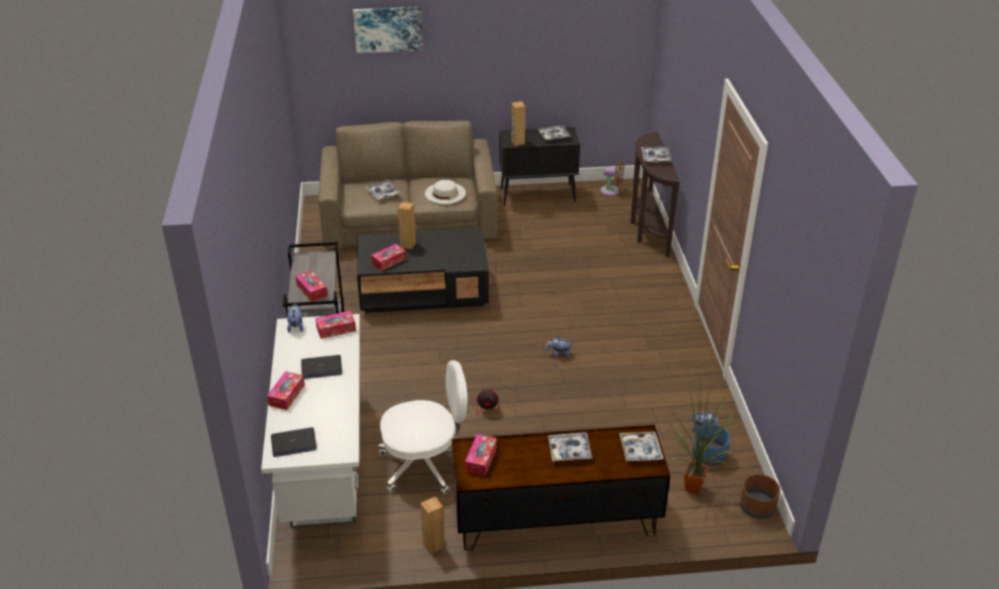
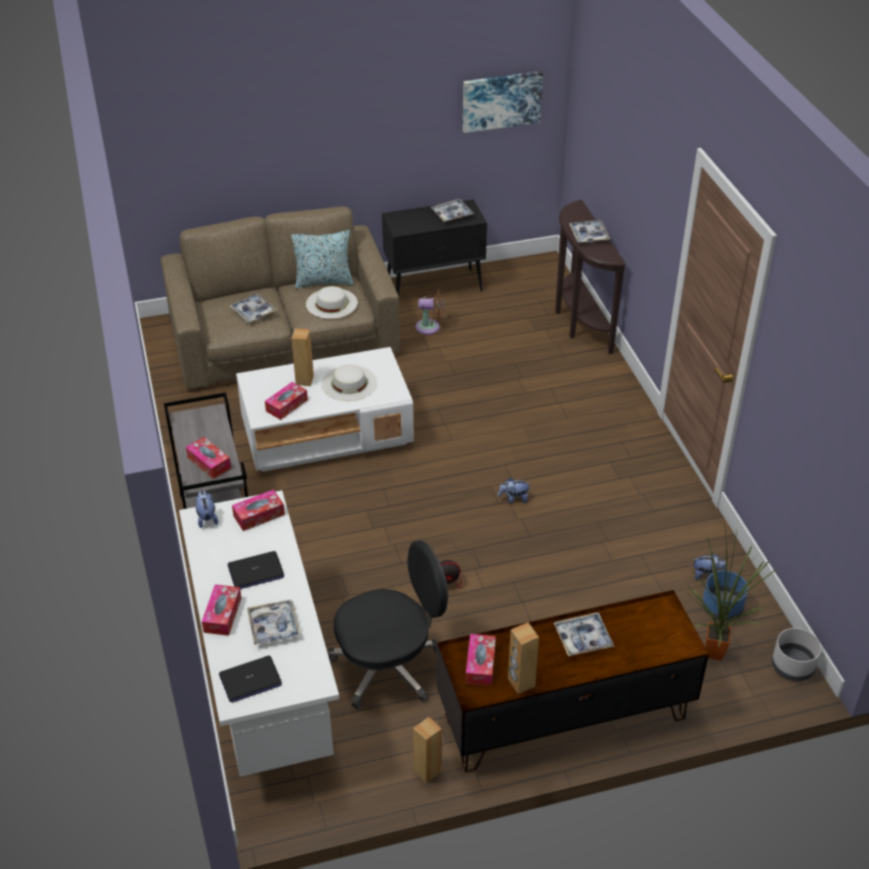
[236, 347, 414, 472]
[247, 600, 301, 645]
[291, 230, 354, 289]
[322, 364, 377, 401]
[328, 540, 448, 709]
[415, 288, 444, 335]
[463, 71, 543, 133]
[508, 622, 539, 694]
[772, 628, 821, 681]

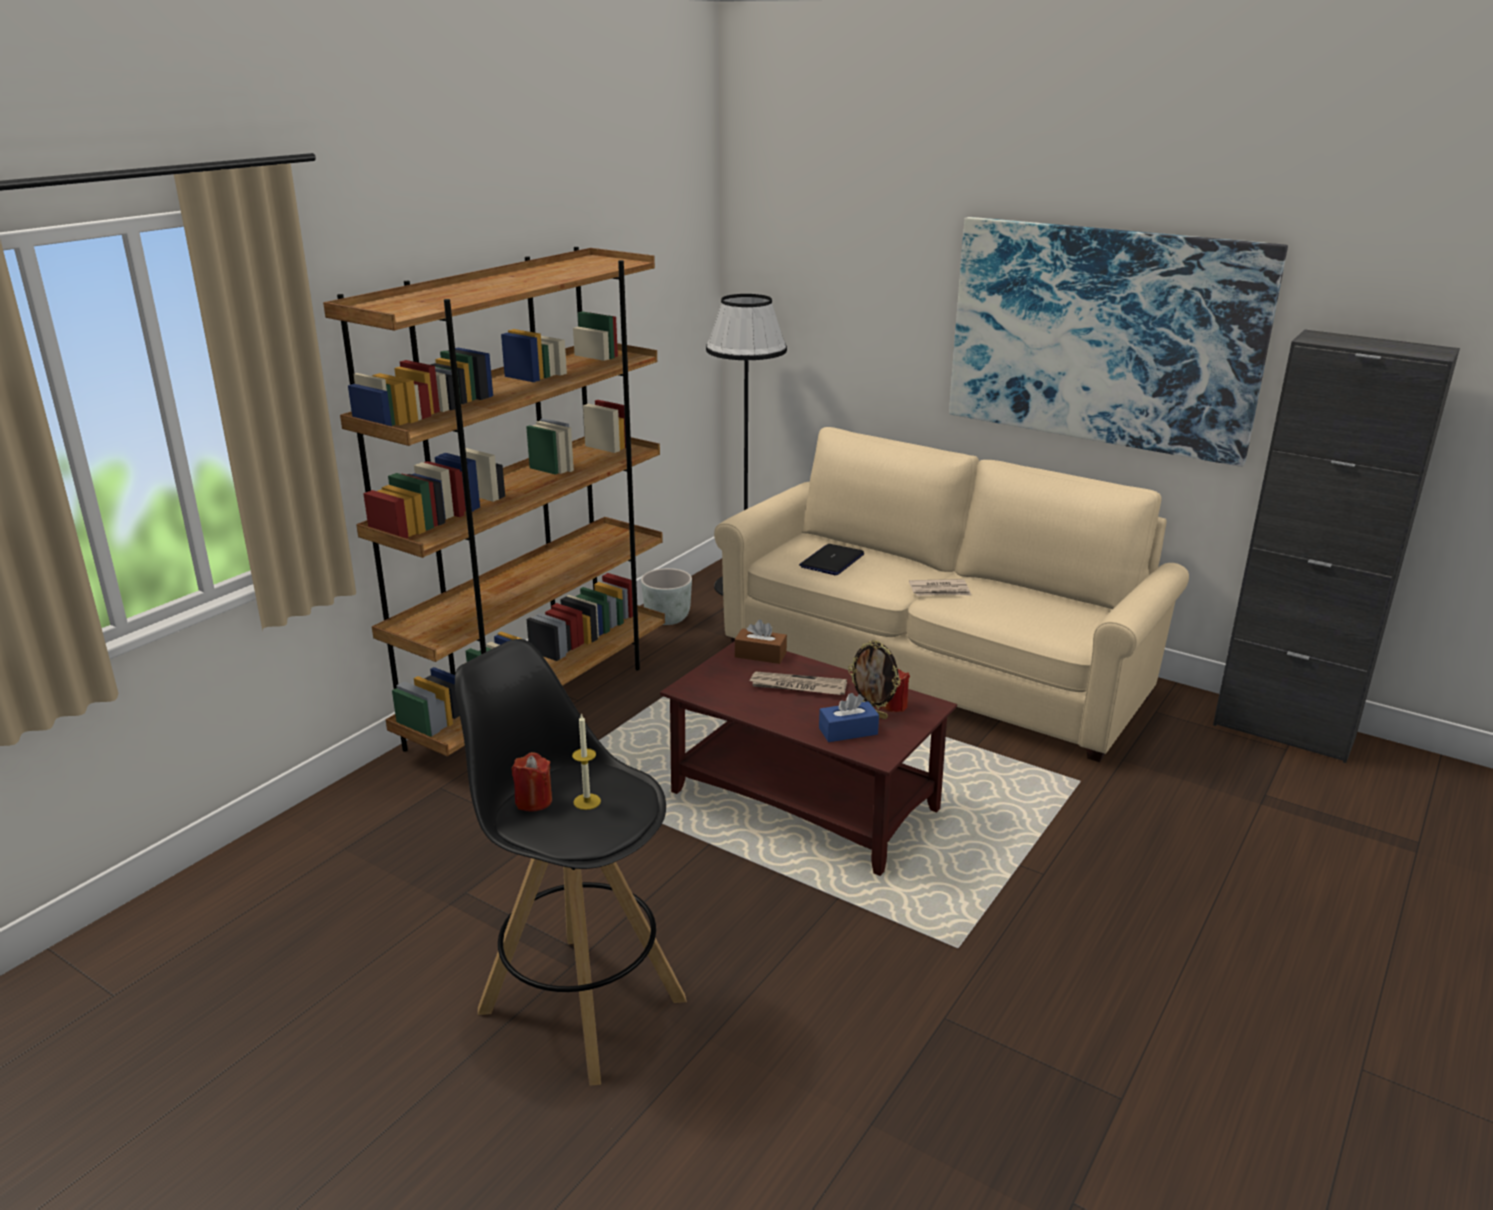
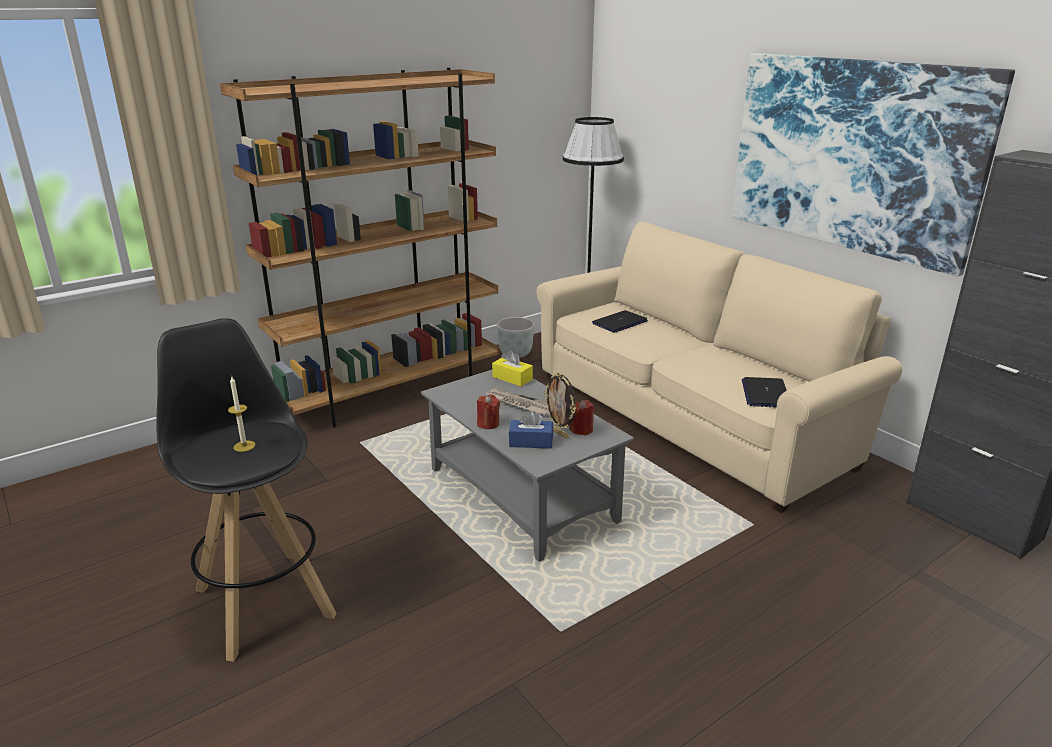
[421, 370, 634, 562]
[477, 394, 500, 429]
[492, 350, 533, 386]
[742, 377, 787, 408]
[909, 579, 971, 596] (first image)

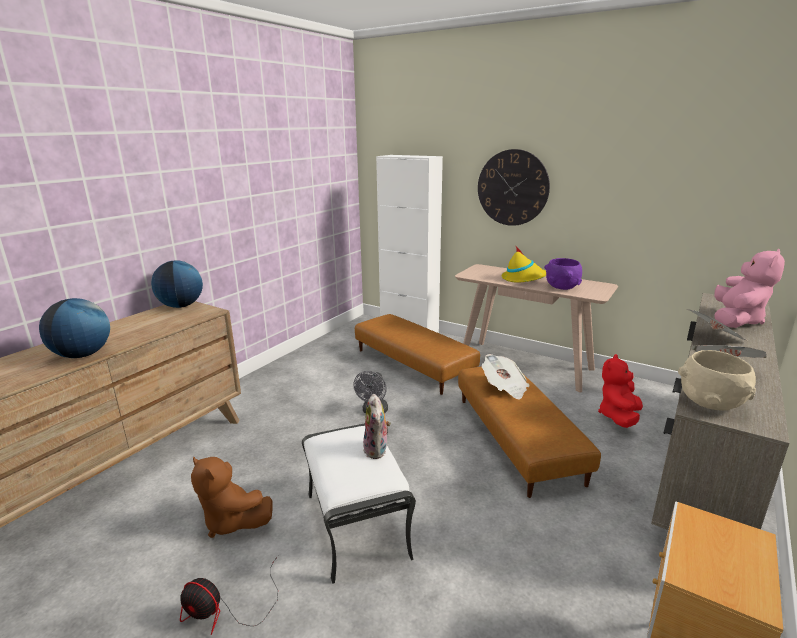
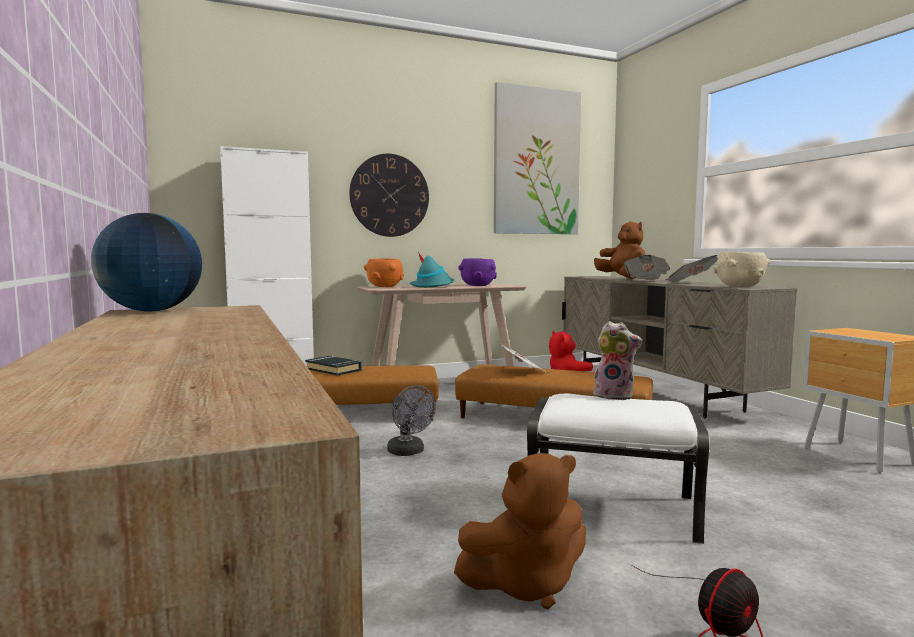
[305, 356, 362, 376]
[364, 259, 404, 287]
[410, 252, 455, 288]
[494, 82, 581, 234]
[594, 221, 645, 279]
[39, 298, 110, 358] (first image)

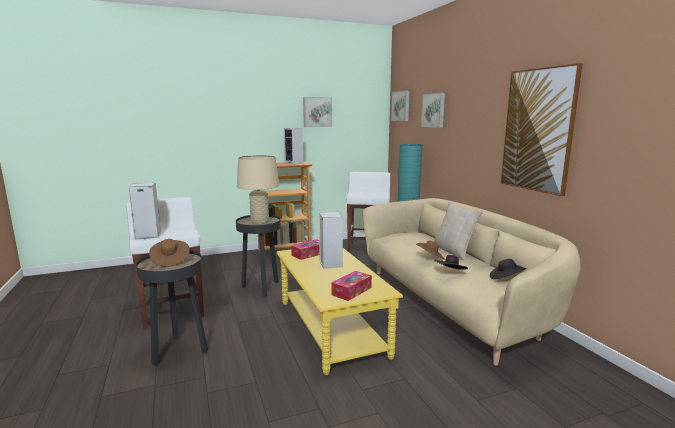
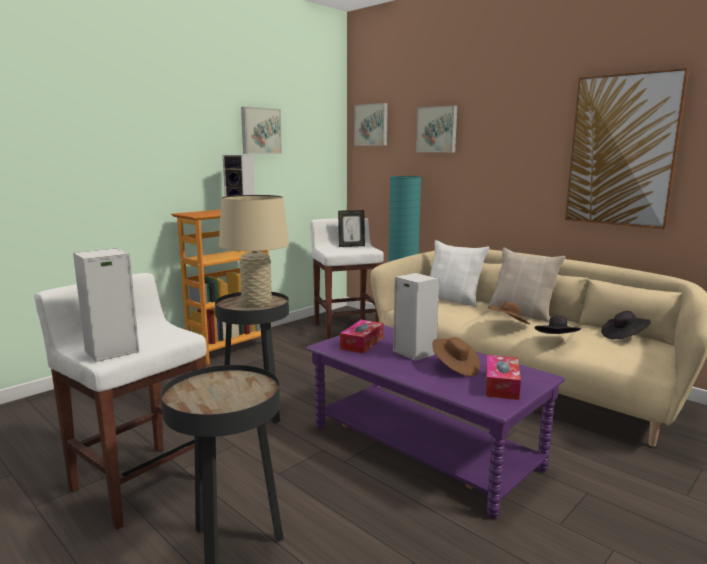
[306, 325, 565, 519]
[338, 210, 365, 247]
[430, 240, 490, 307]
[433, 337, 480, 376]

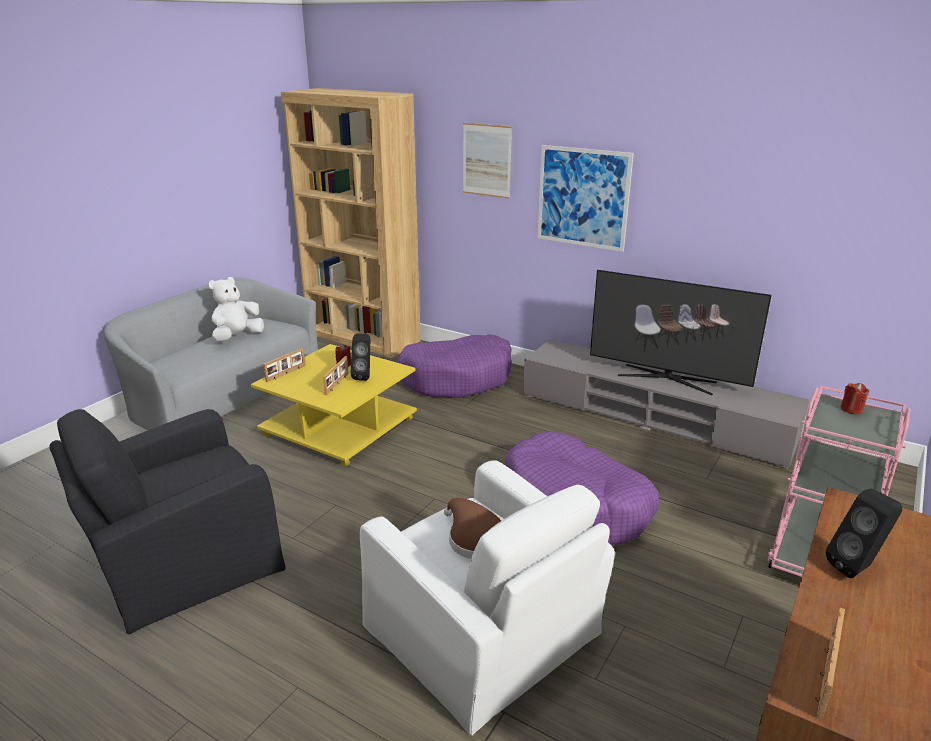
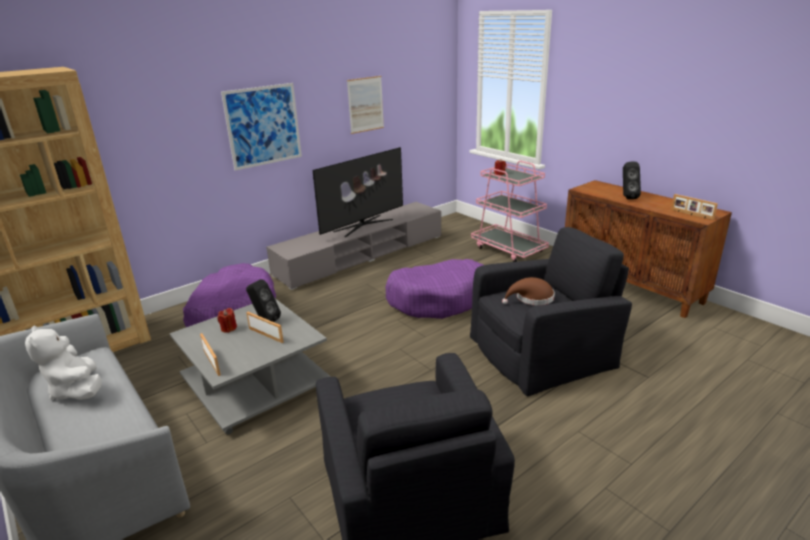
[170, 299, 331, 435]
[347, 76, 384, 134]
[470, 227, 632, 396]

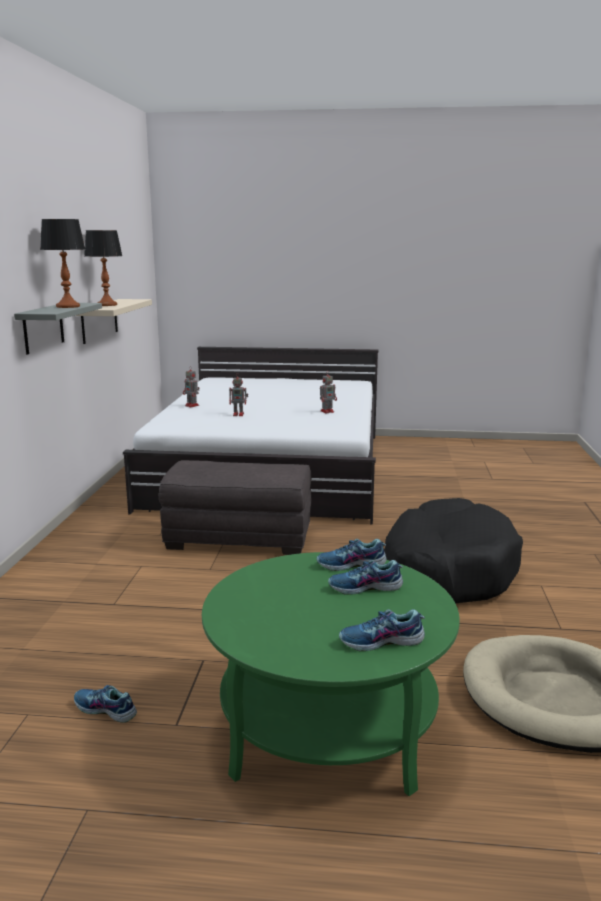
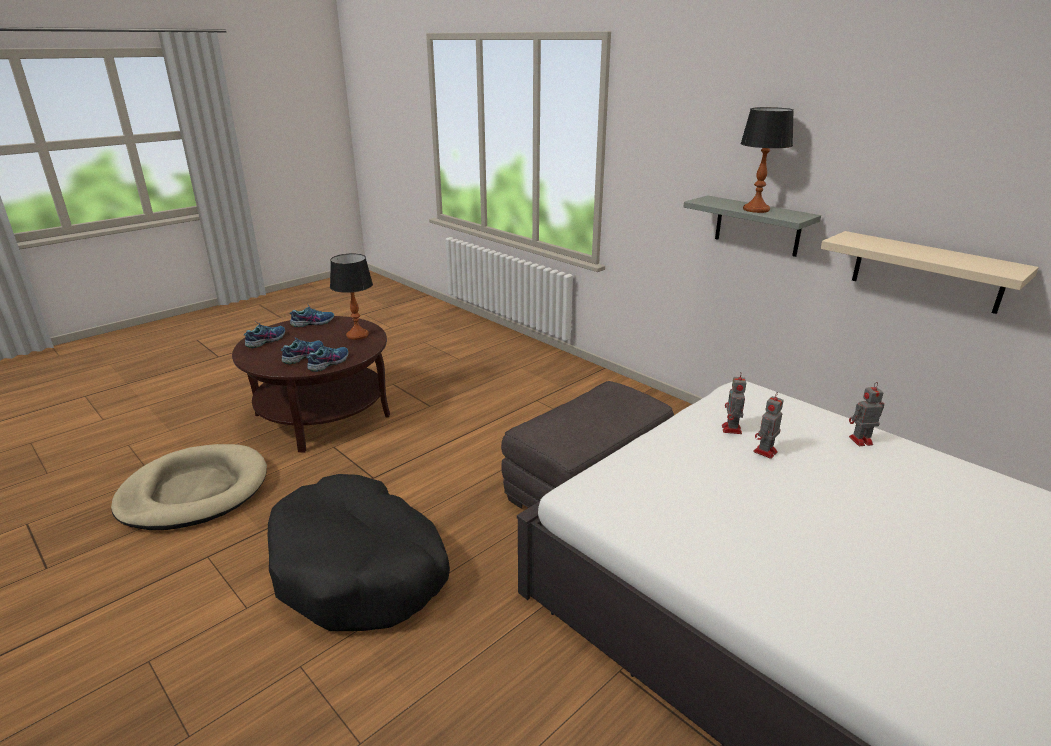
[232, 316, 390, 452]
[289, 305, 334, 327]
[330, 254, 373, 340]
[722, 373, 746, 434]

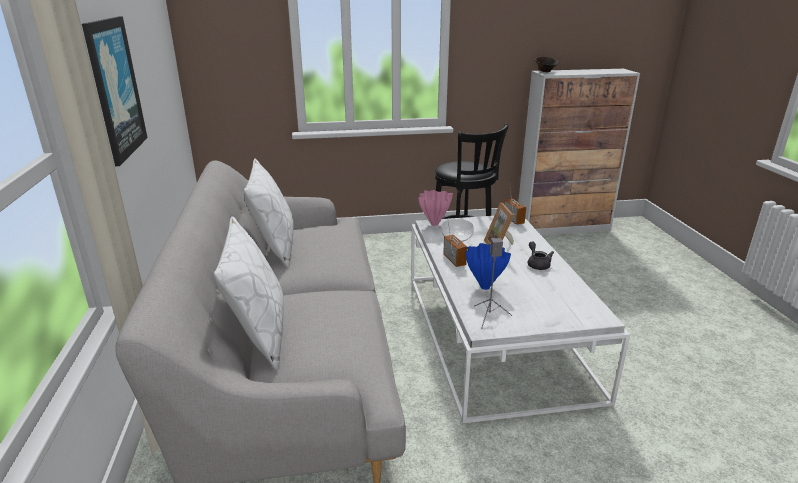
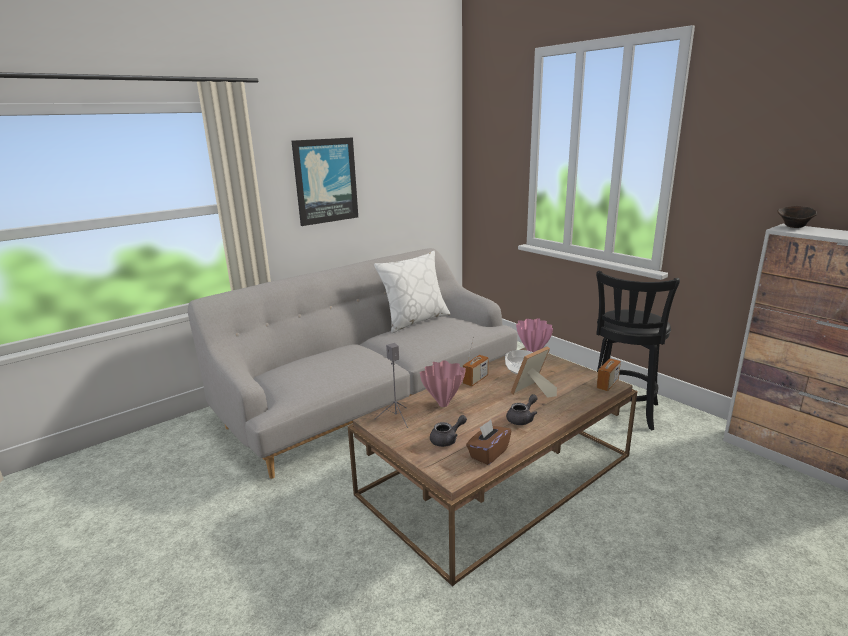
[348, 348, 637, 587]
[420, 360, 466, 407]
[430, 415, 467, 447]
[466, 420, 511, 465]
[214, 216, 284, 370] (first image)

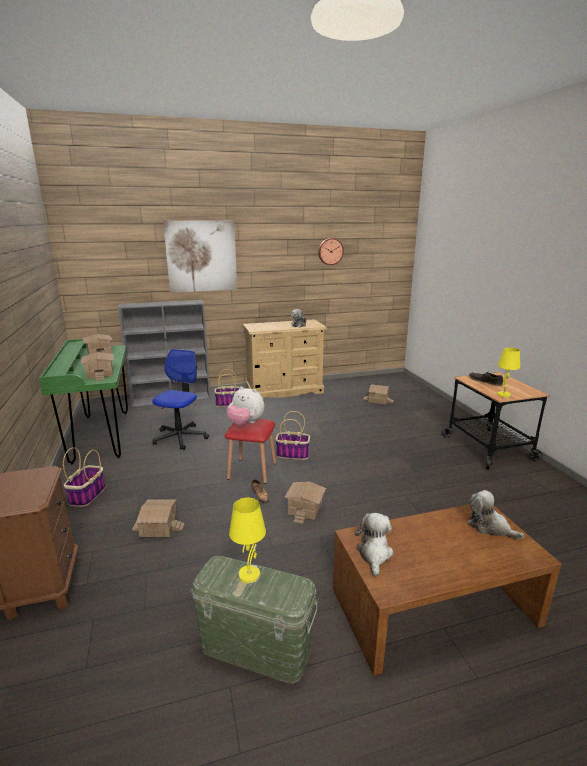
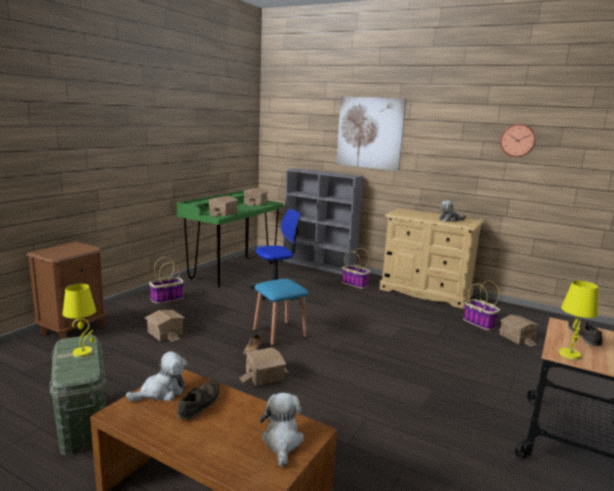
[178, 380, 220, 420]
[253, 279, 309, 346]
[463, 281, 500, 330]
[227, 387, 264, 425] (first image)

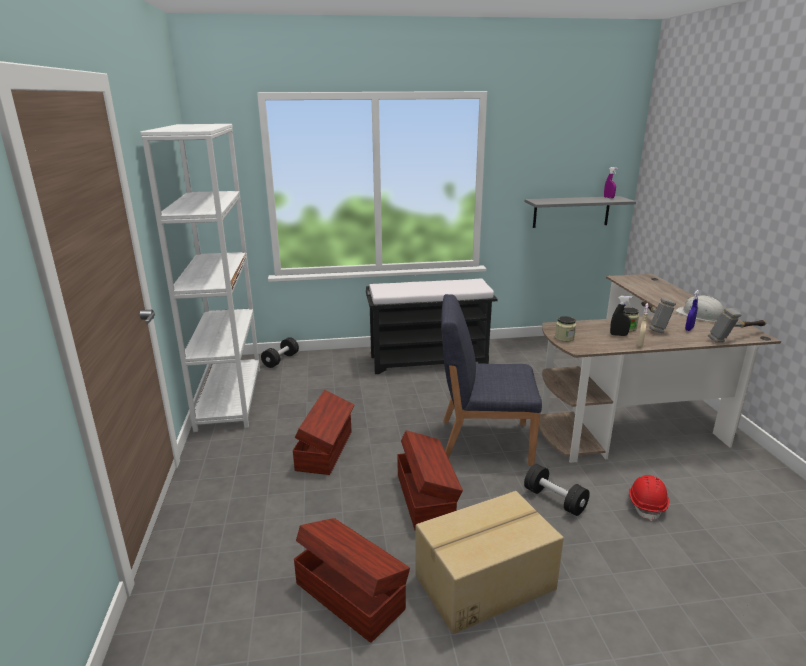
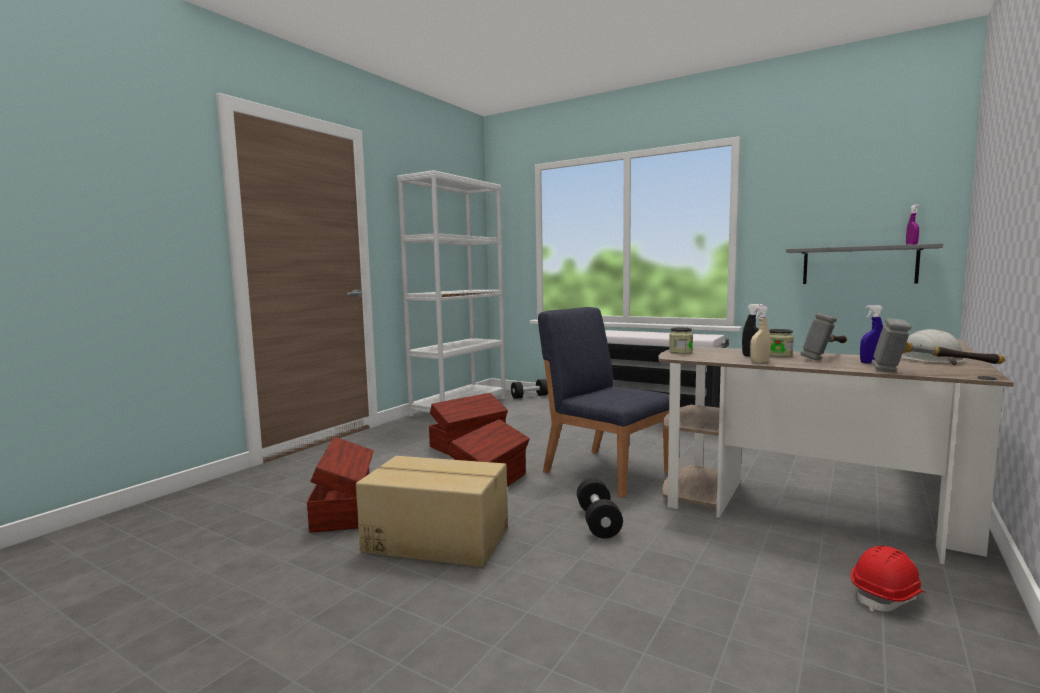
[851, 546, 925, 612]

